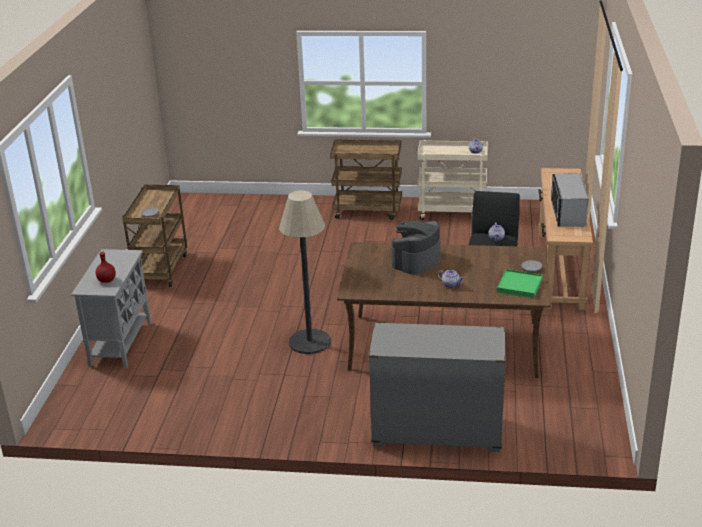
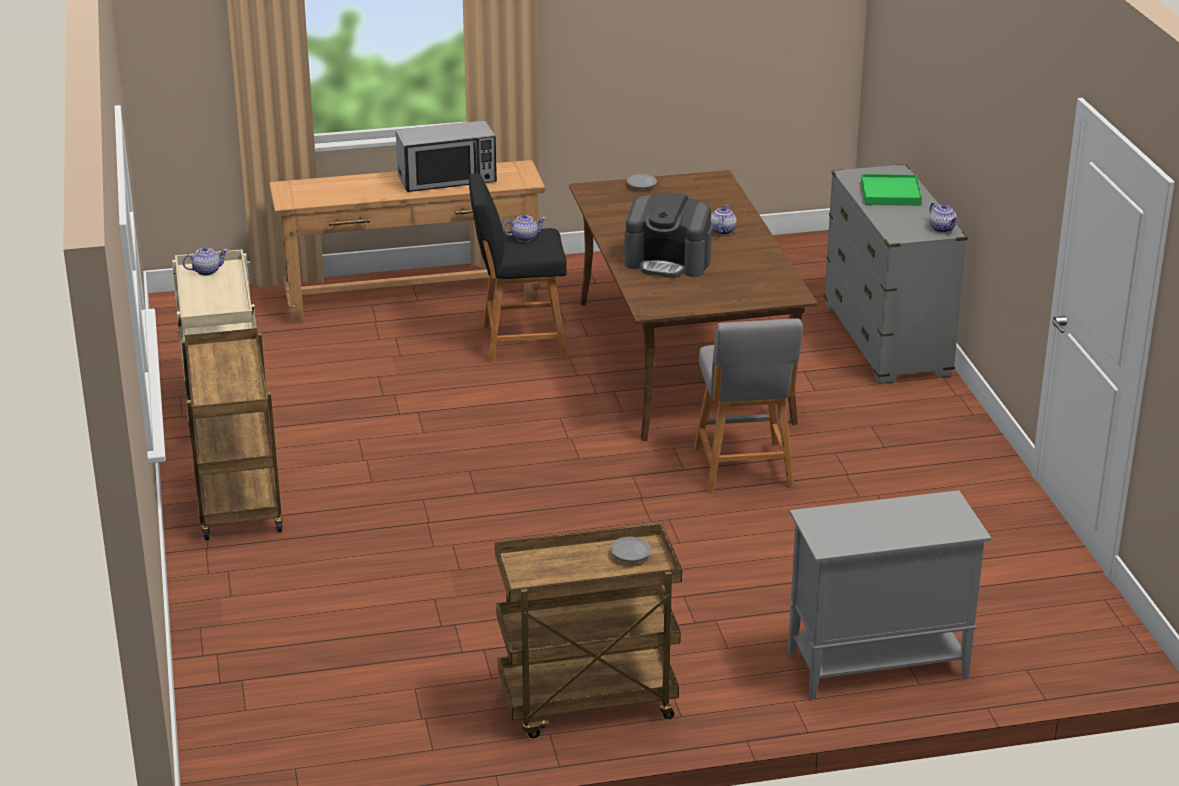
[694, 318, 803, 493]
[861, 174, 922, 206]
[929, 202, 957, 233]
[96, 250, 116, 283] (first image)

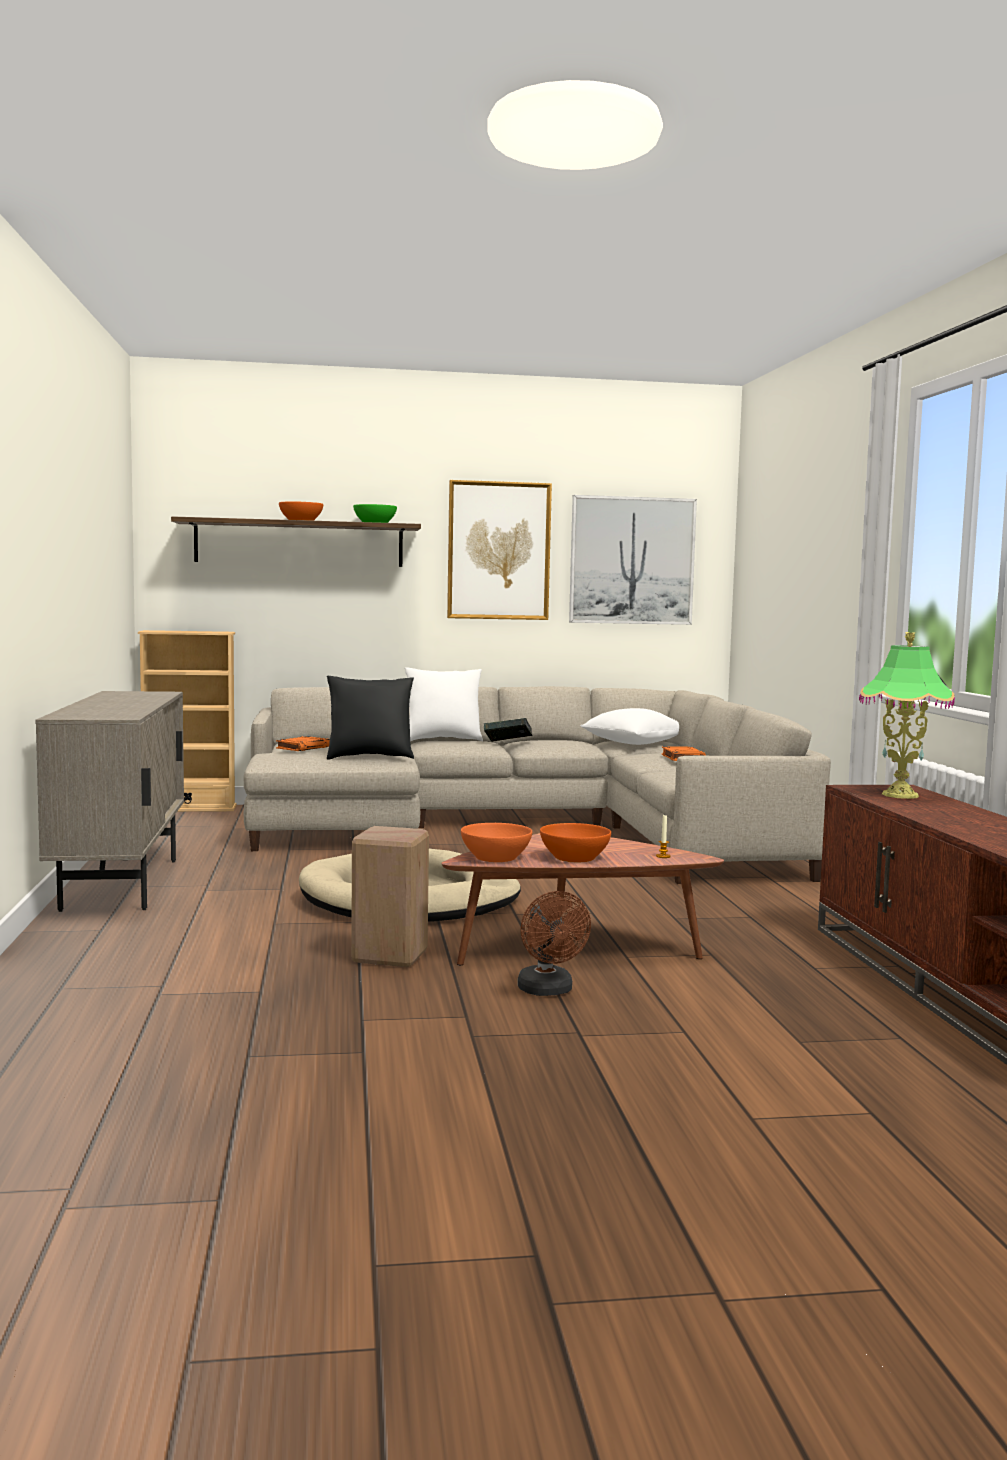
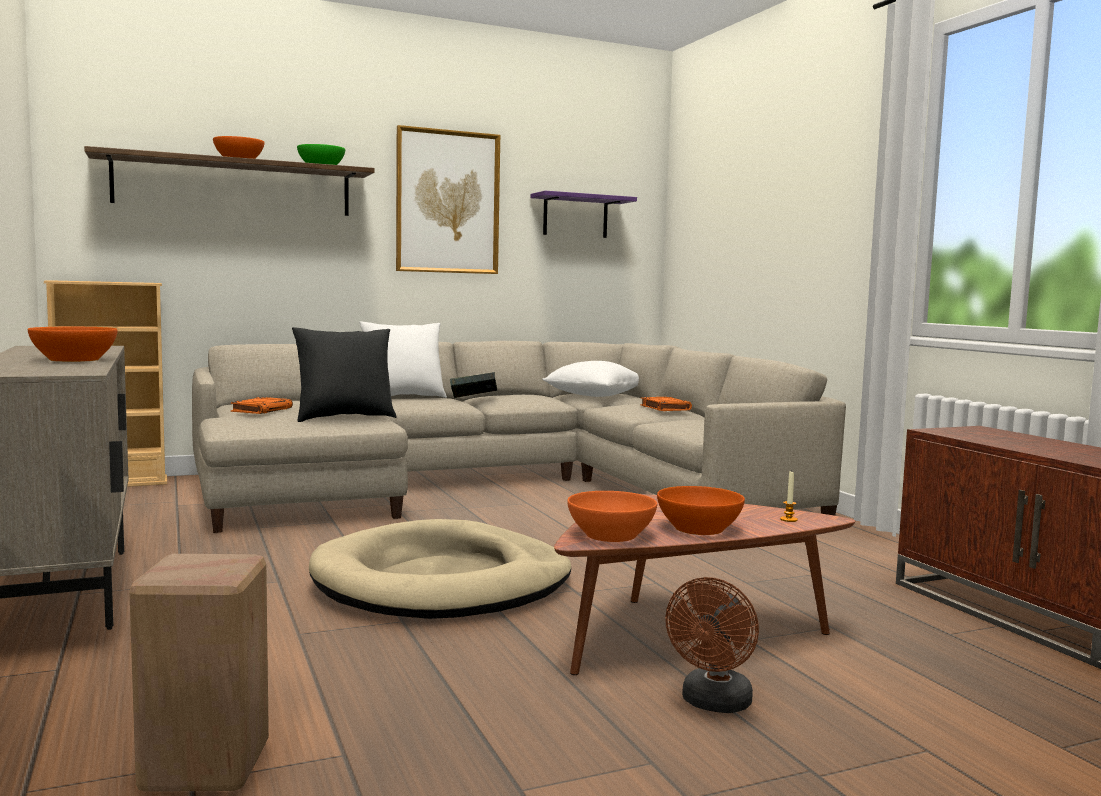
[28, 327, 117, 362]
[129, 554, 269, 792]
[530, 191, 637, 238]
[665, 577, 759, 713]
[859, 632, 955, 799] (first image)

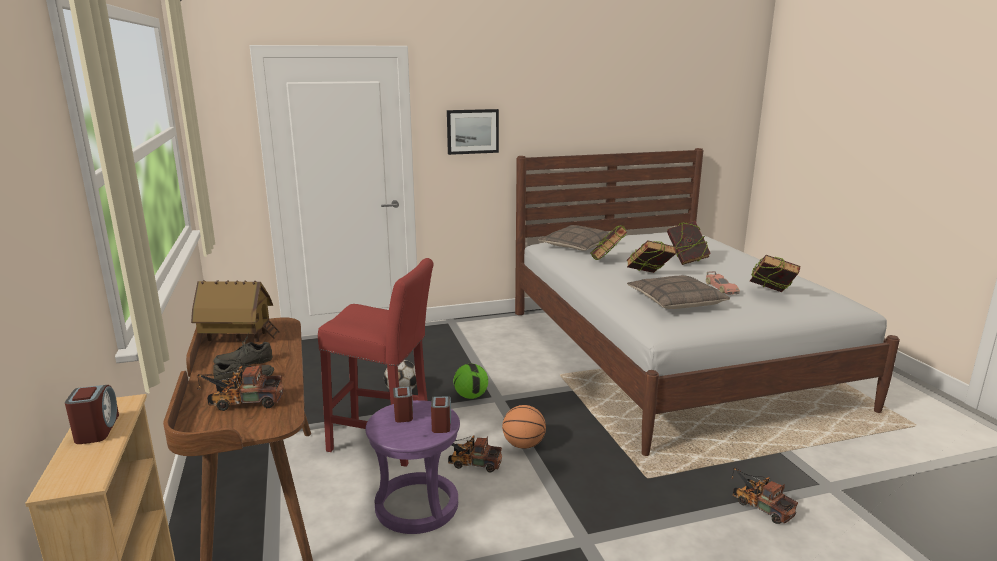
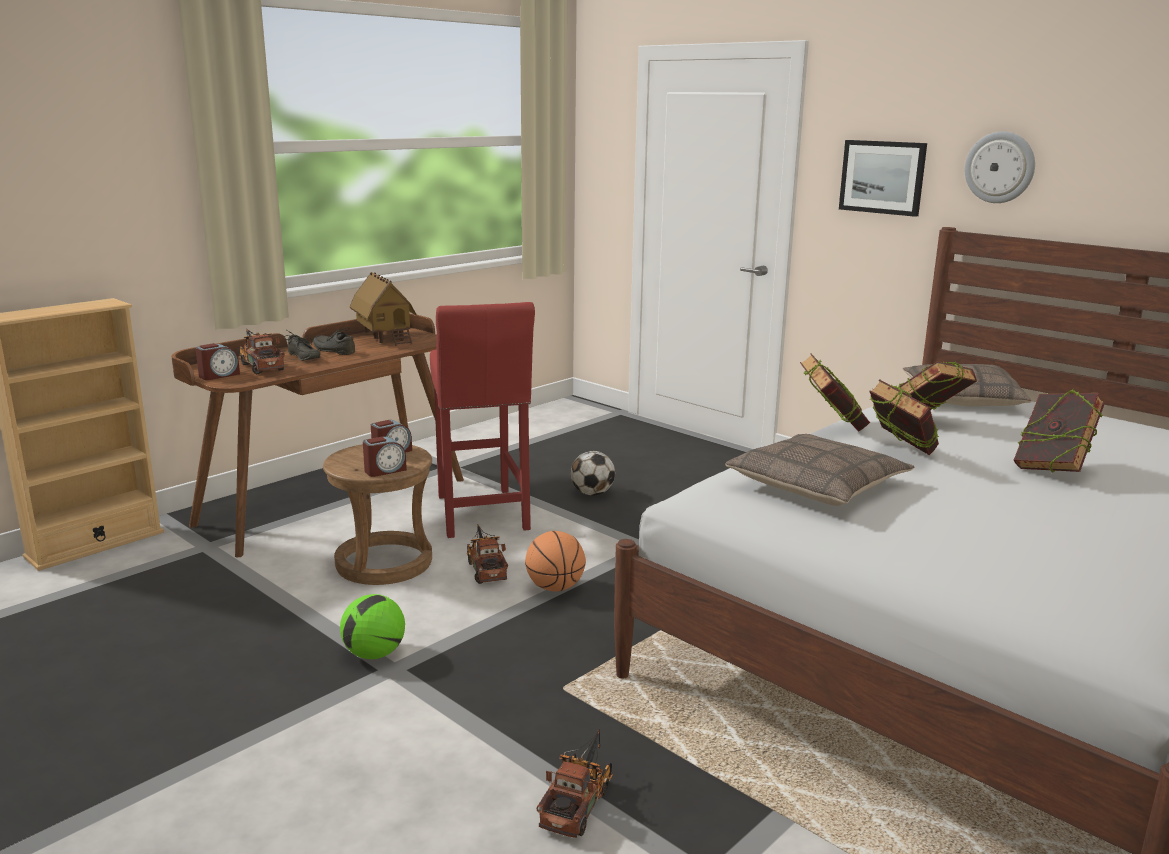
[196, 343, 240, 380]
[323, 444, 432, 585]
[340, 594, 405, 659]
[800, 354, 870, 432]
[965, 131, 1035, 203]
[706, 271, 740, 295] (first image)

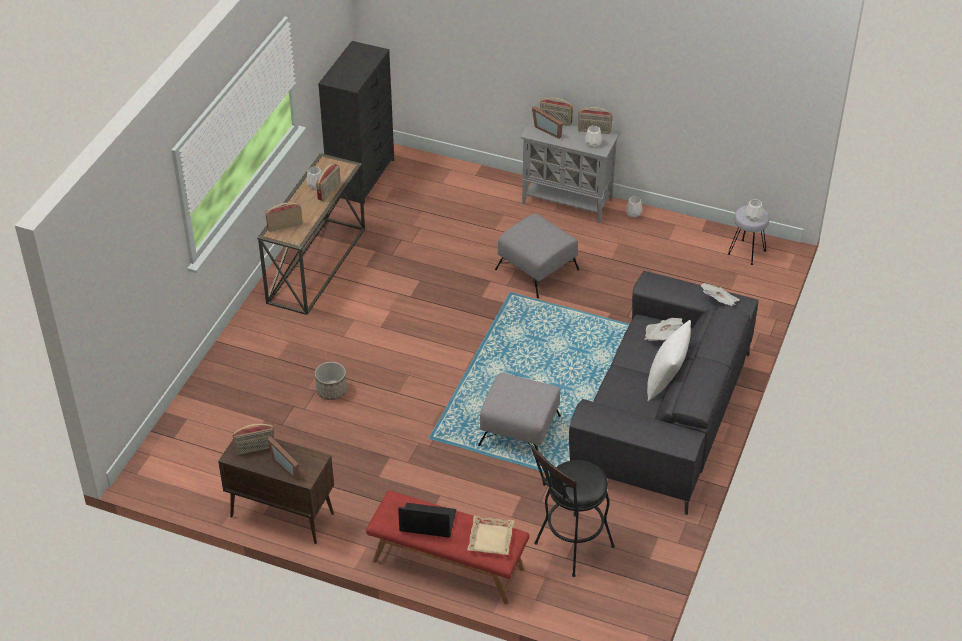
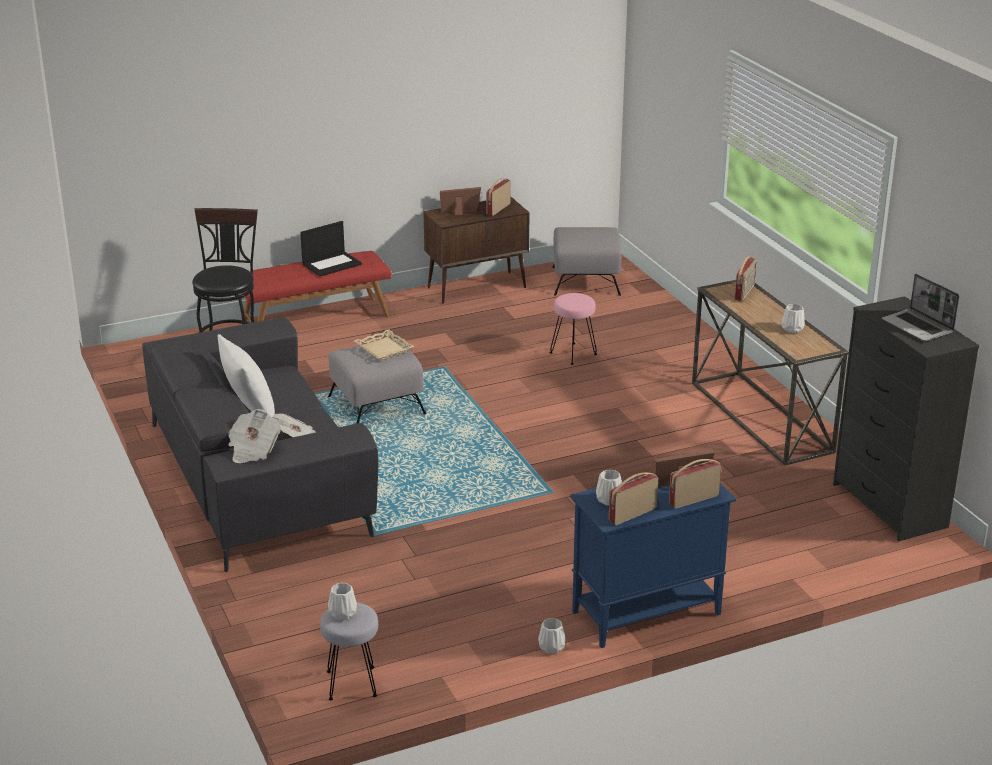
[354, 329, 415, 361]
[550, 293, 597, 365]
[552, 227, 622, 296]
[570, 479, 736, 648]
[882, 274, 959, 341]
[316, 163, 341, 201] (first image)

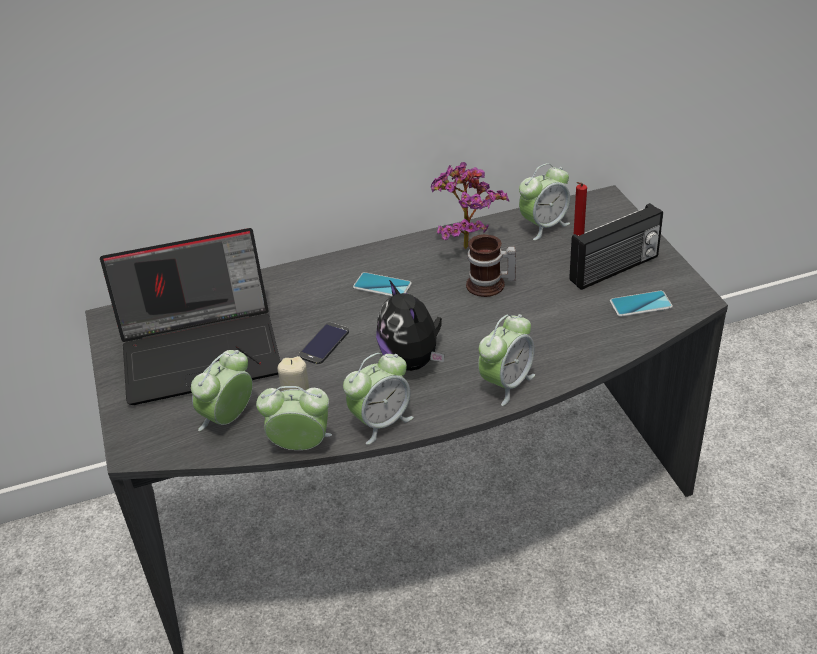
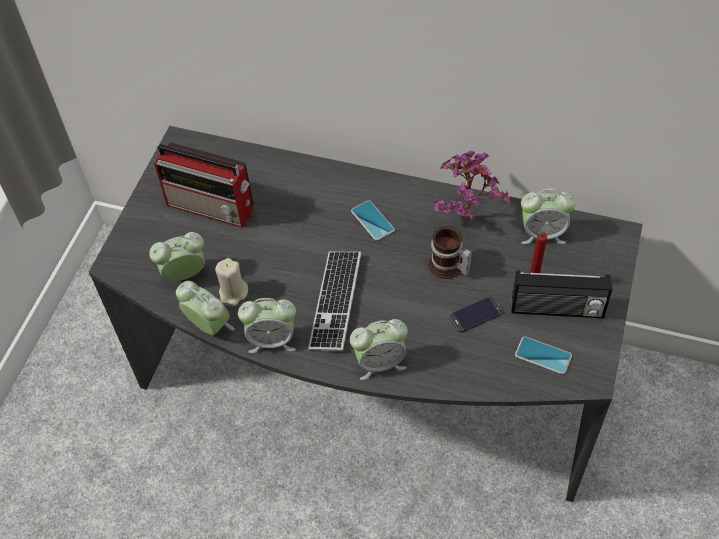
[154, 142, 254, 228]
[308, 251, 361, 351]
[449, 296, 502, 333]

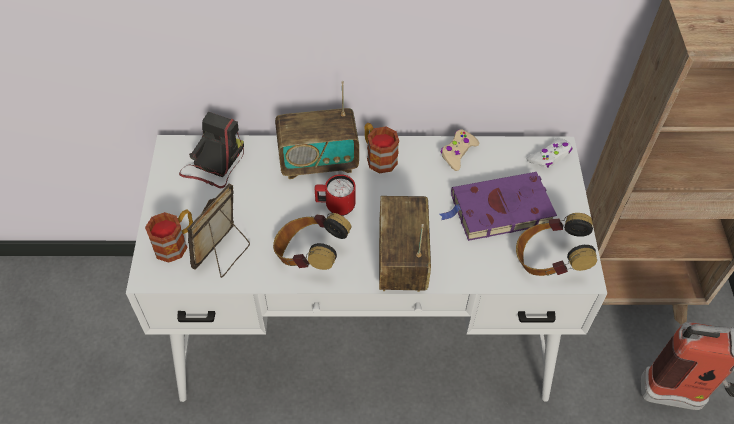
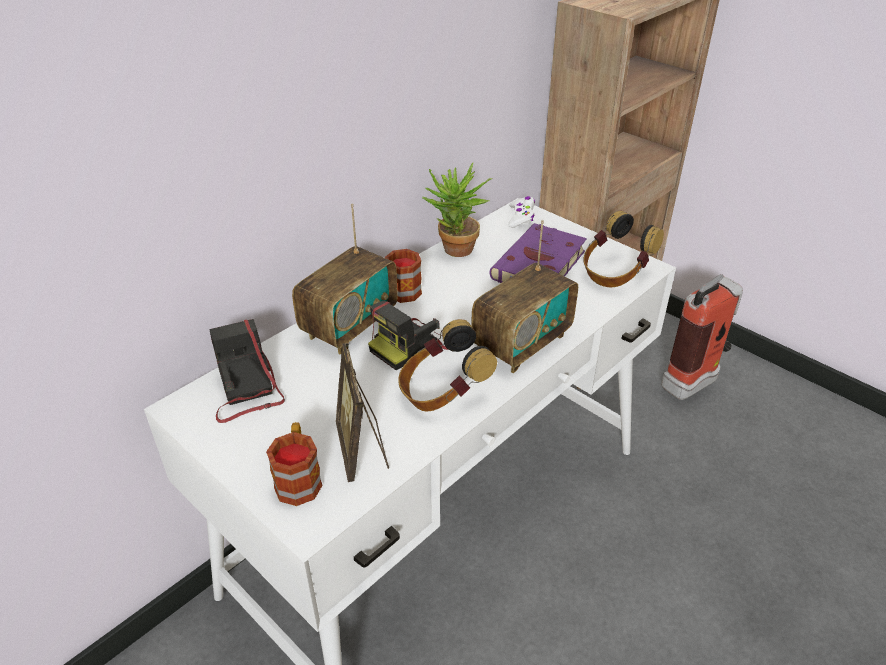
[368, 301, 448, 370]
[422, 163, 493, 257]
[471, 220, 578, 373]

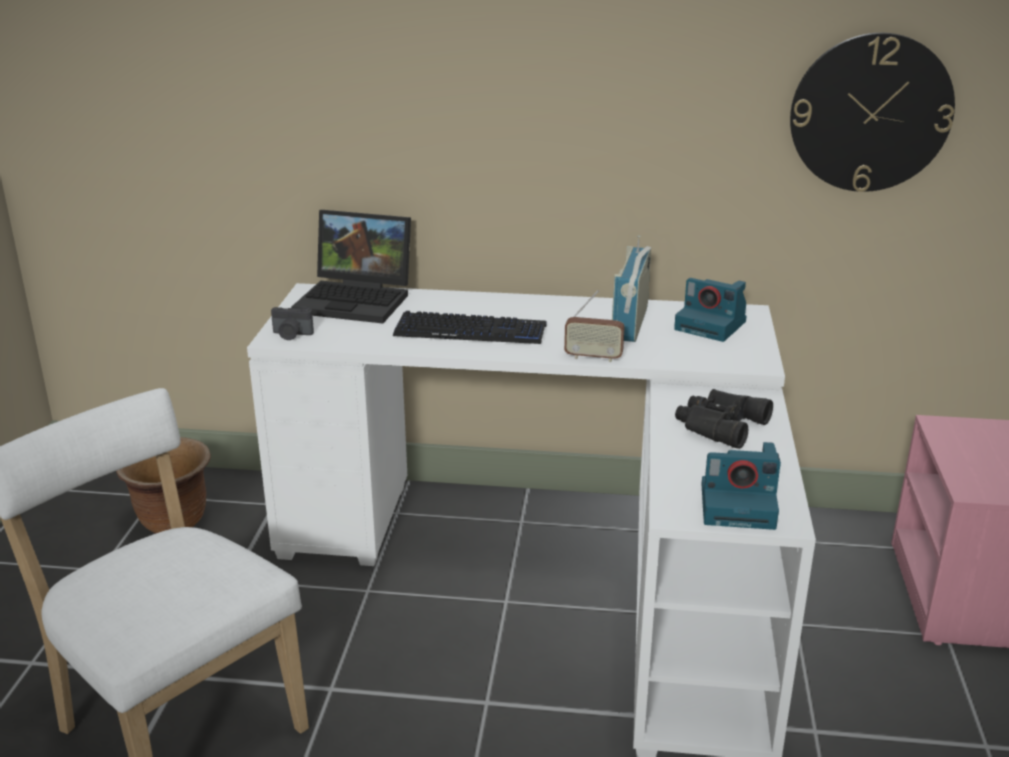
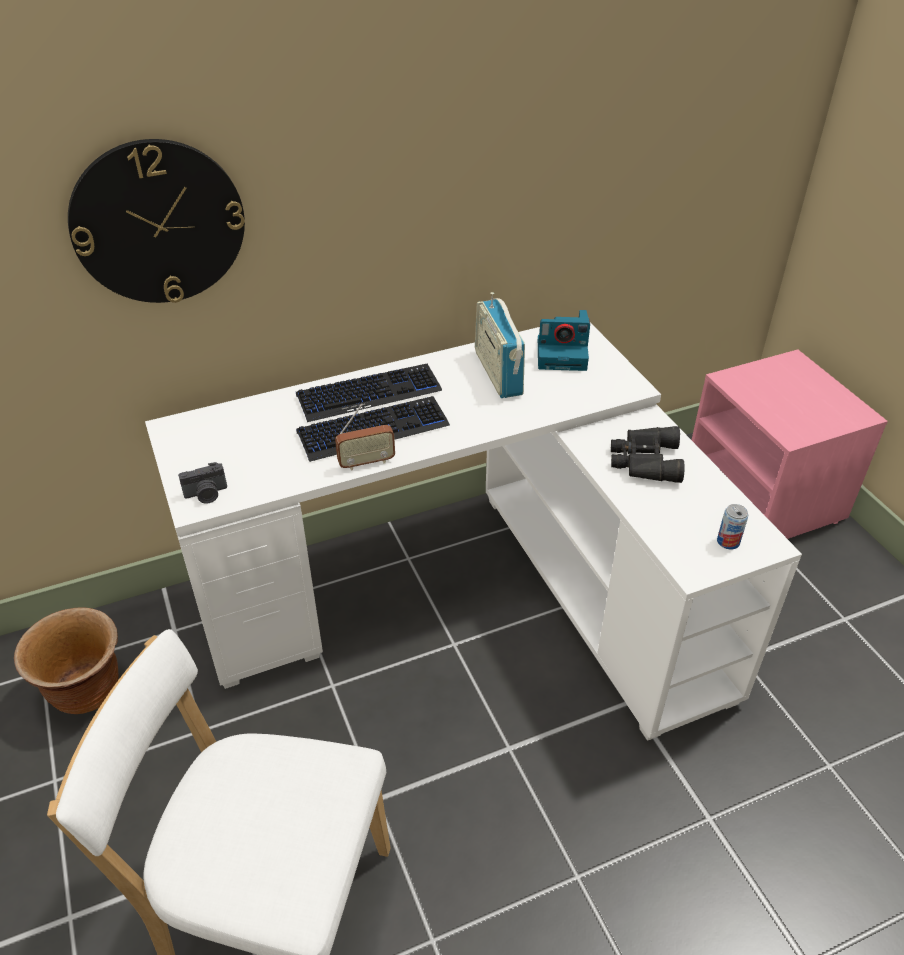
[68, 139, 245, 303]
[296, 364, 442, 422]
[335, 404, 395, 470]
[717, 504, 748, 549]
[291, 210, 411, 324] (first image)

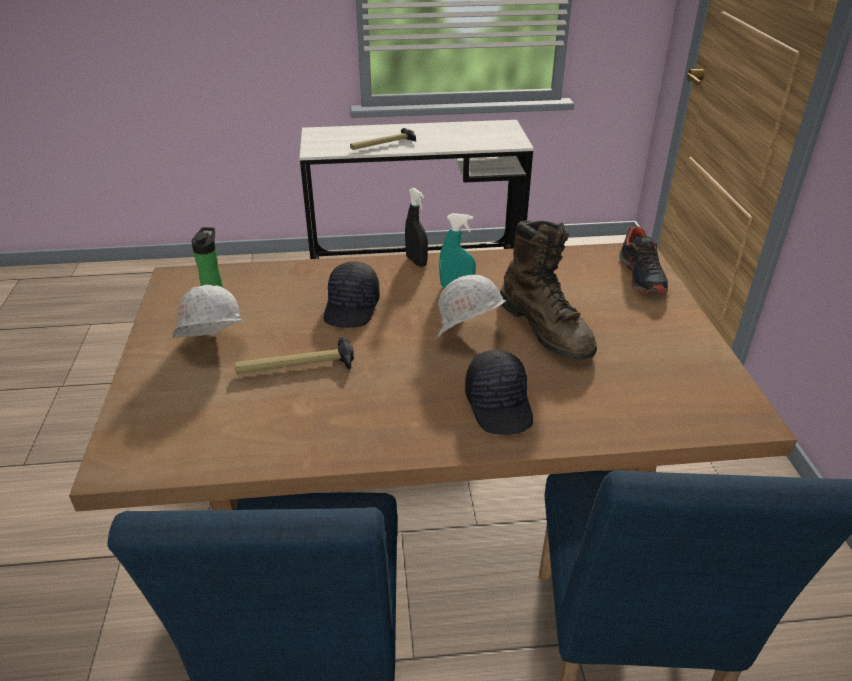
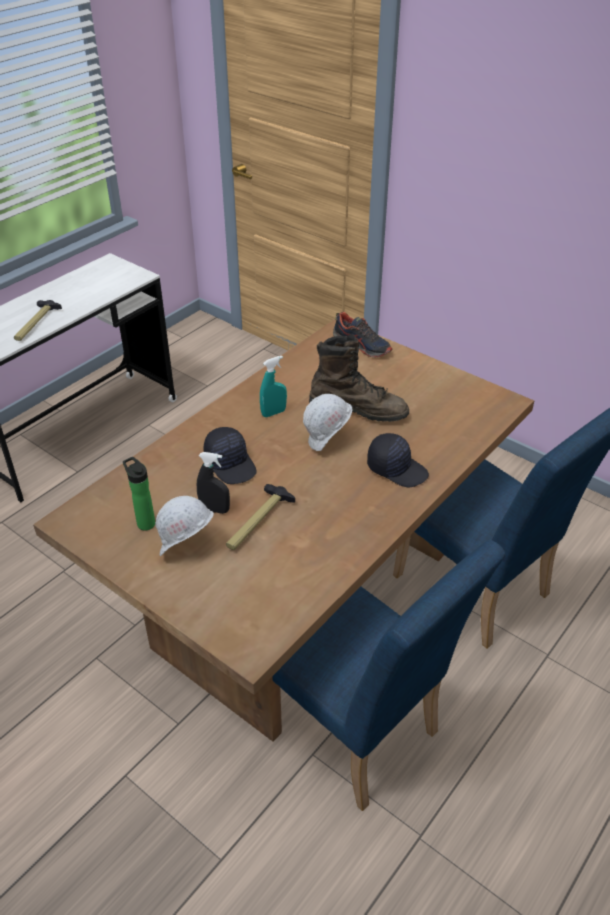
[197, 452, 230, 514]

